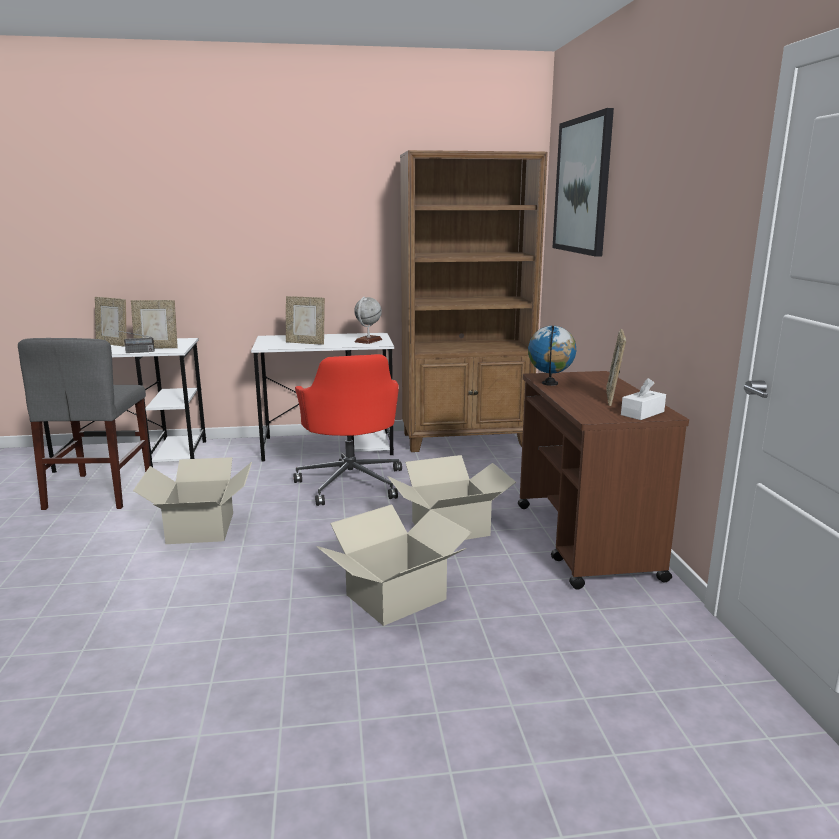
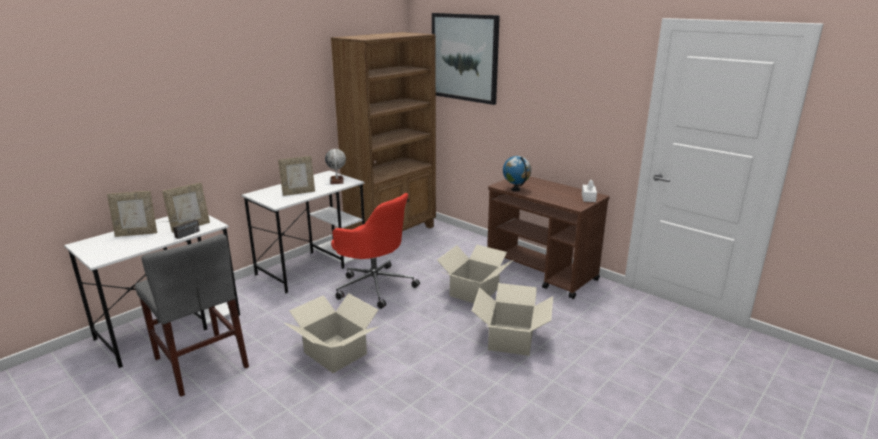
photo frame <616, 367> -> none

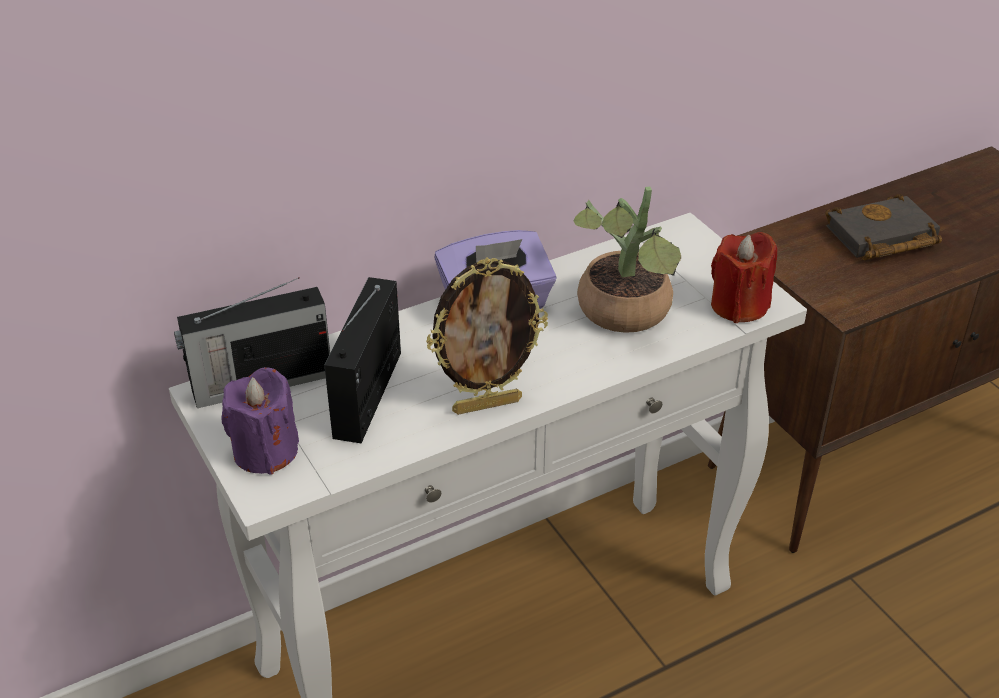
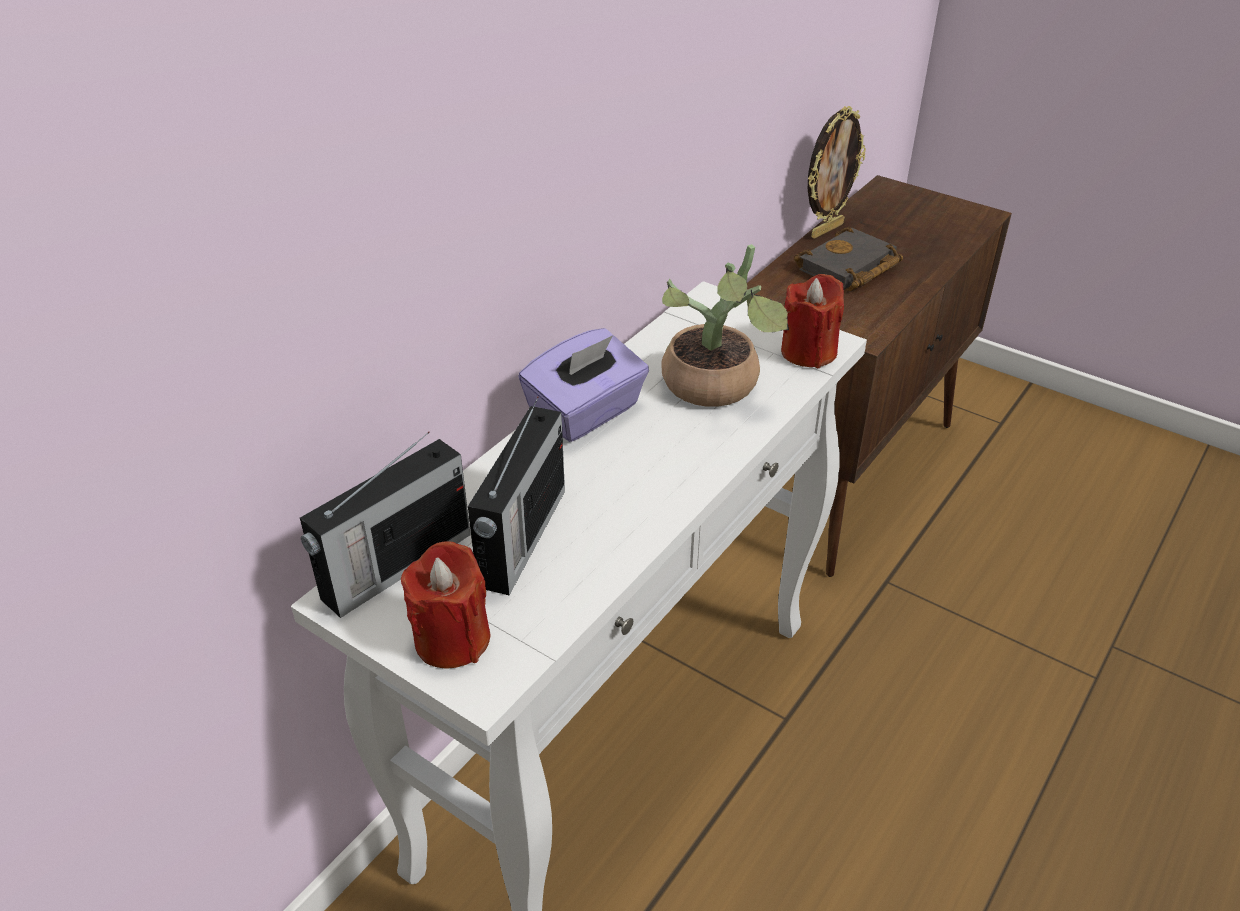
purple wax candle <260, 421> -> reddish wax candle <446, 605>
radio <362, 360> -> radio <516, 496>, 150 degrees counterclockwise
photo frame <487, 336> -> photo frame <837, 172>, move

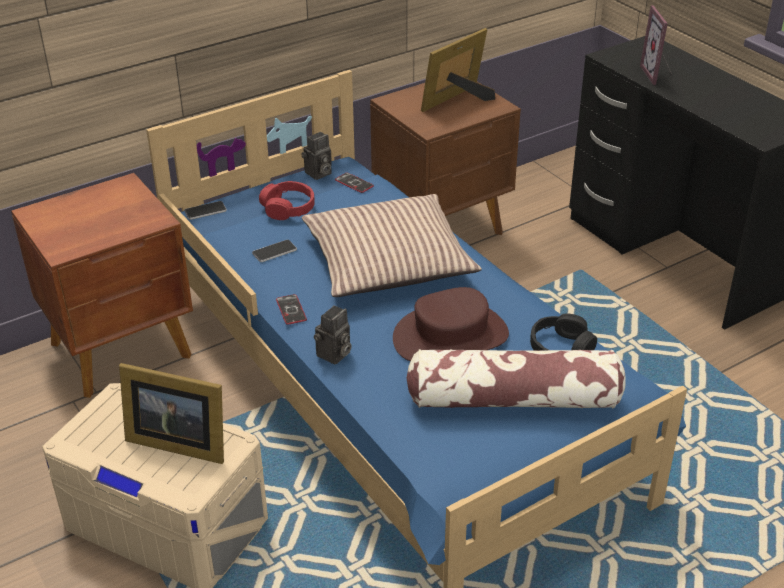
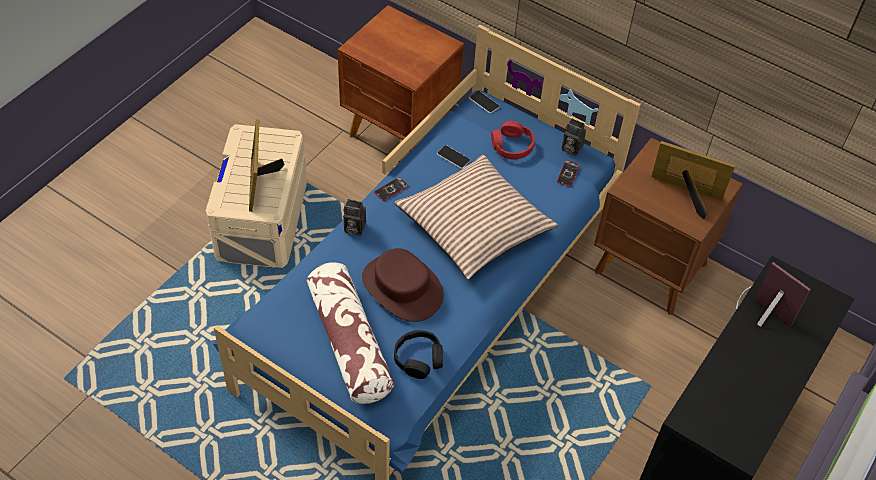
photo frame <656, 45> -> photo frame <783, 294>, 75 degrees clockwise

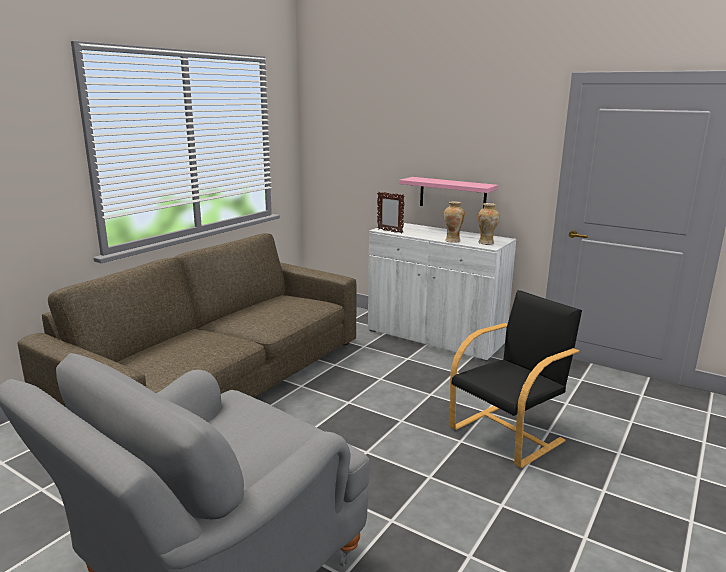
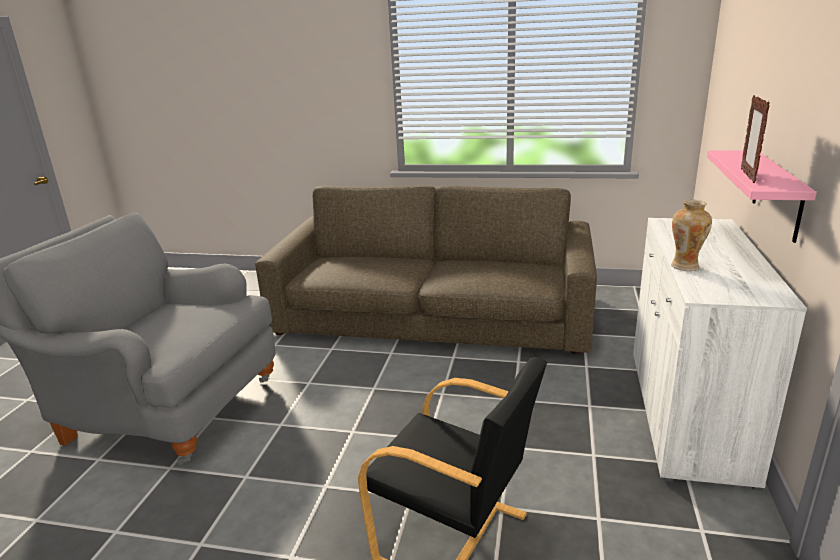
photo frame <391, 213> -> photo frame <755, 139>, move
decorative vase <489, 224> -> none

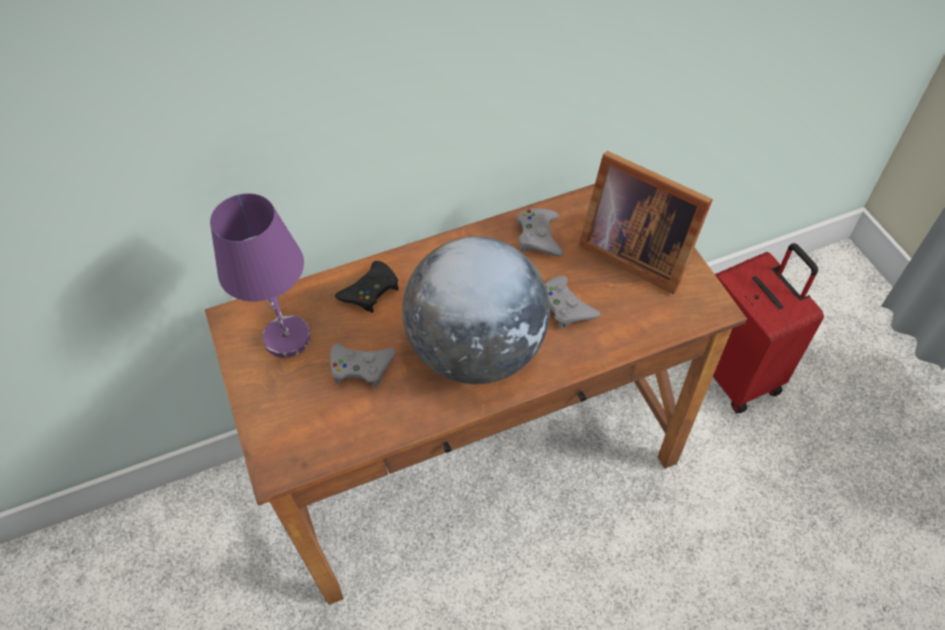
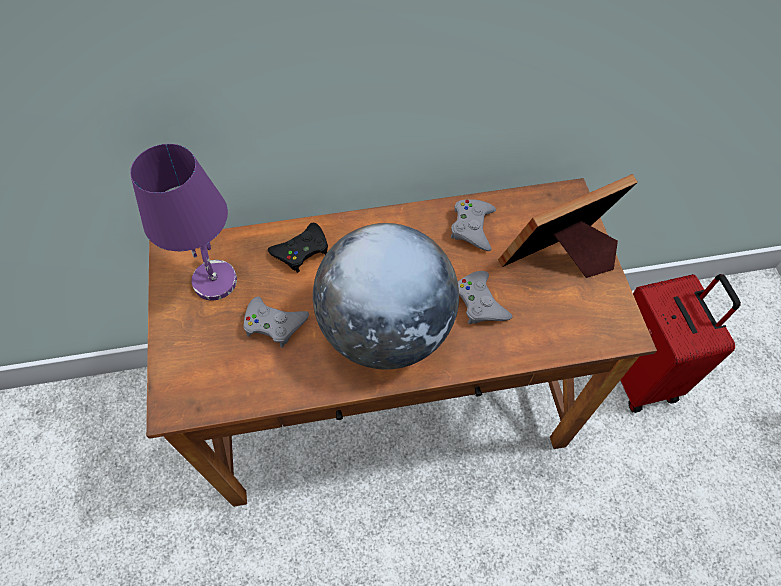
photo frame <645, 222> -> photo frame <568, 226>, 105 degrees clockwise

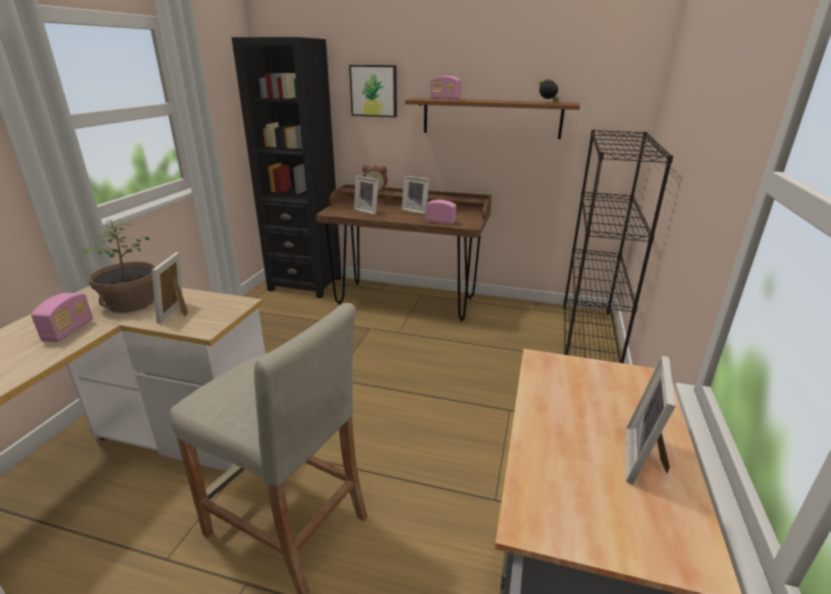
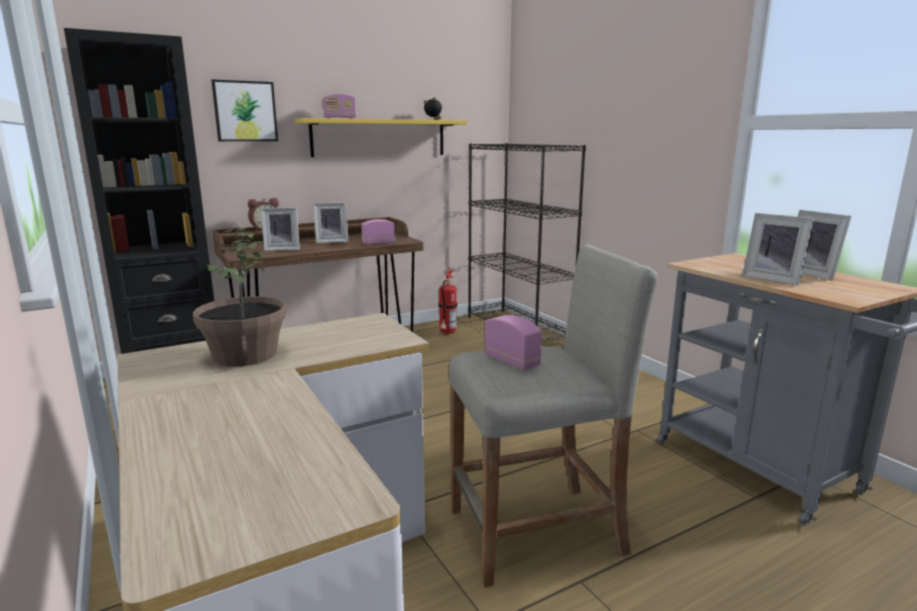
brown bracket shelf <492, 118> -> yellow-coloured bracket shelf <380, 137>
none -> fire-fighting cylinder <448, 301>
radio <62, 317> -> radio <513, 342>, move
photo frame <170, 288> -> photo frame <778, 249>, move

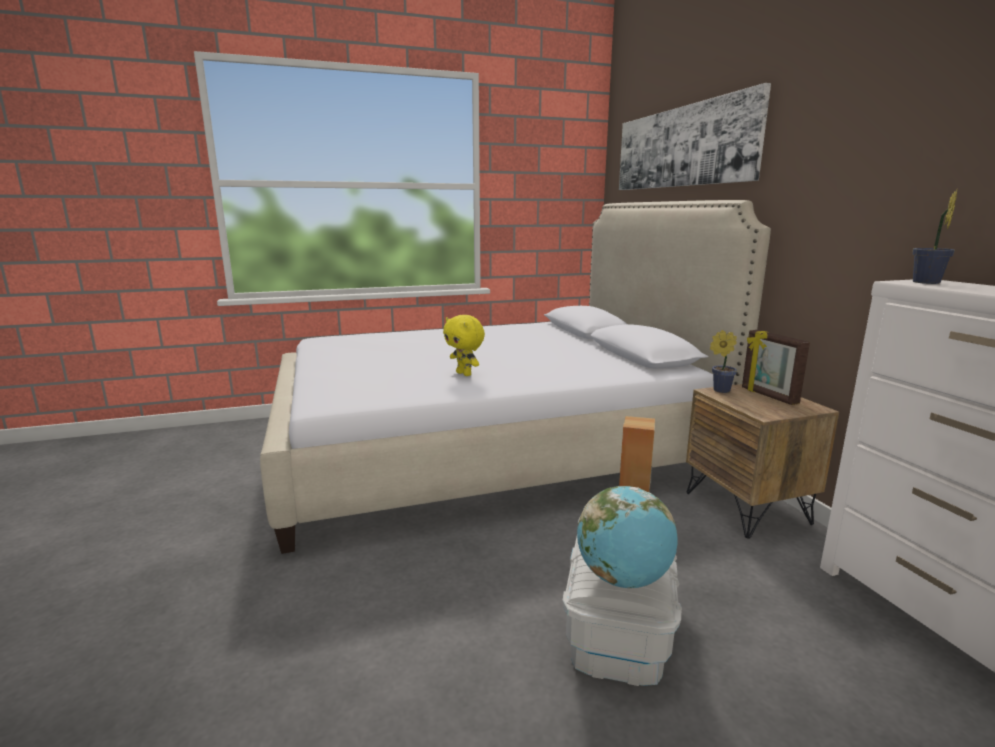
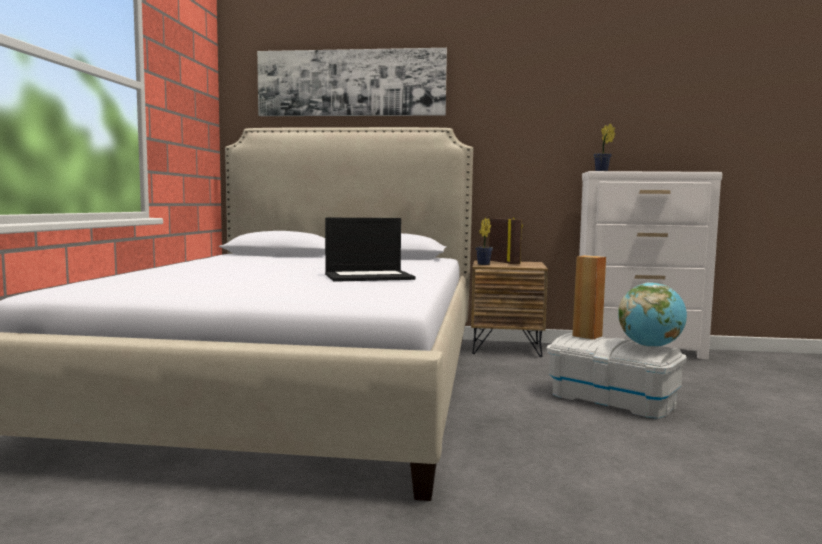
yellow-coloured plush toy <464, 345> -> laptop <370, 250>
photo frame <776, 367> -> photo frame <506, 240>, 120 degrees counterclockwise

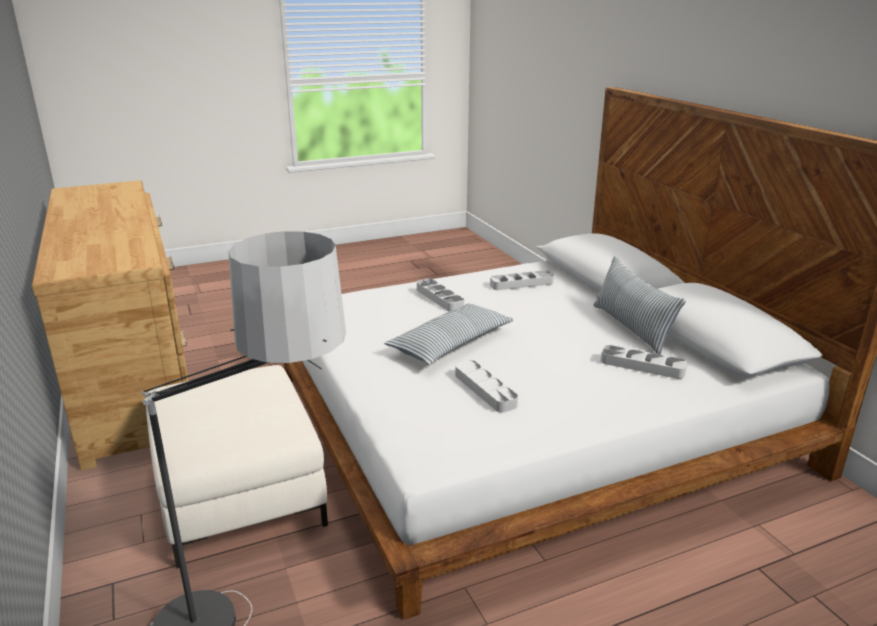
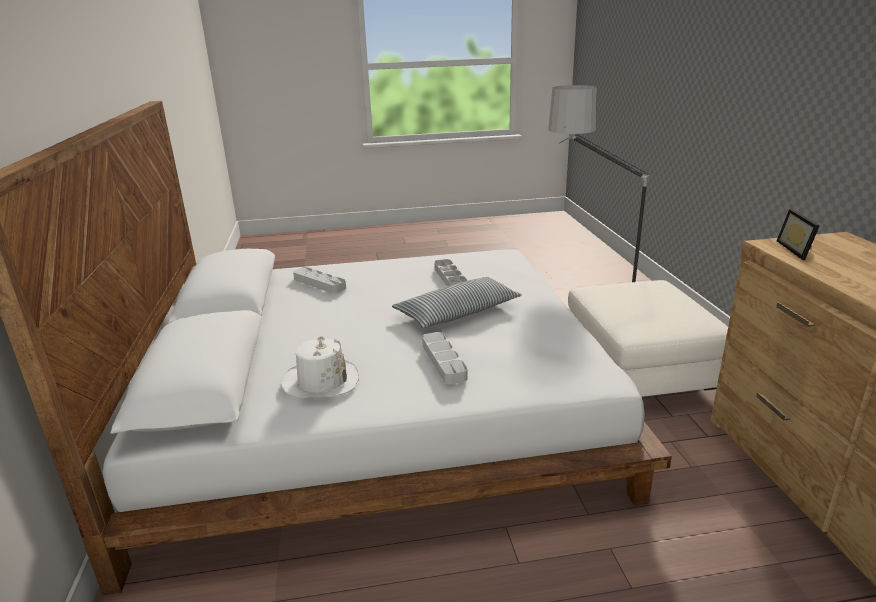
gray serving tray <522, 280> -> white-coloured hat <320, 367>
none -> photo frame <798, 234>
throw pillow <639, 305> -> none

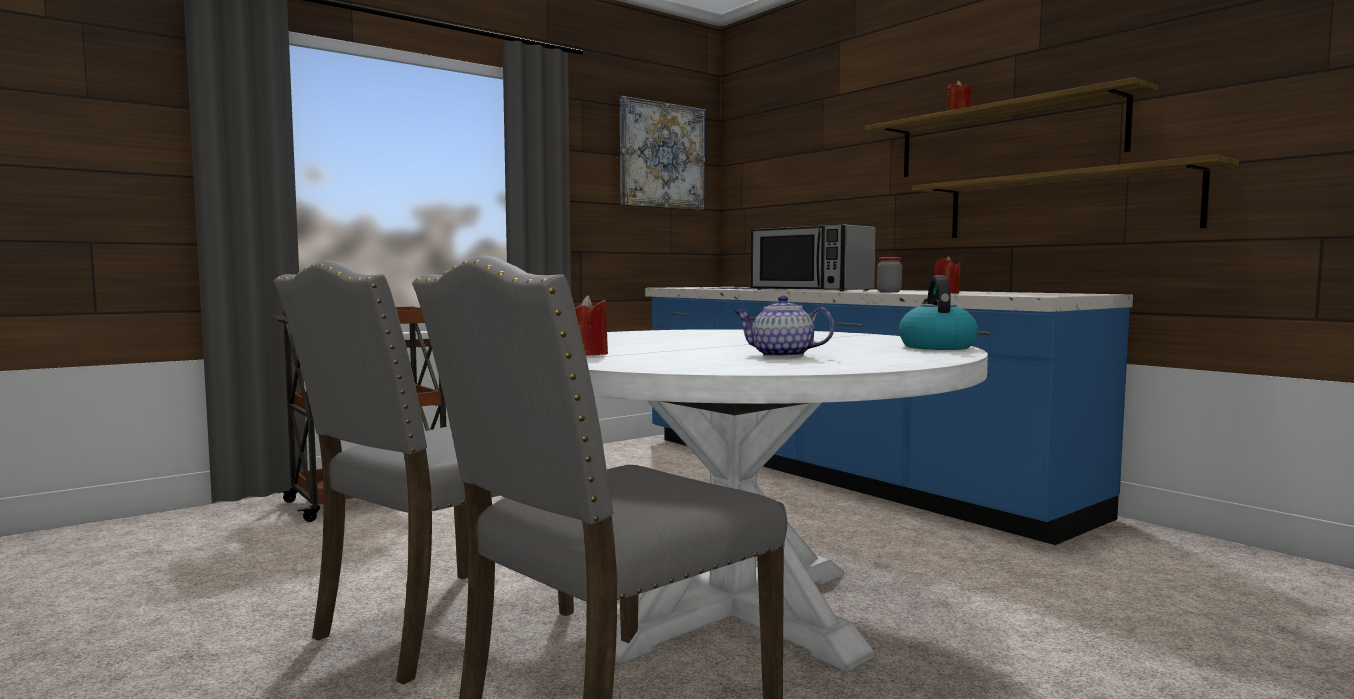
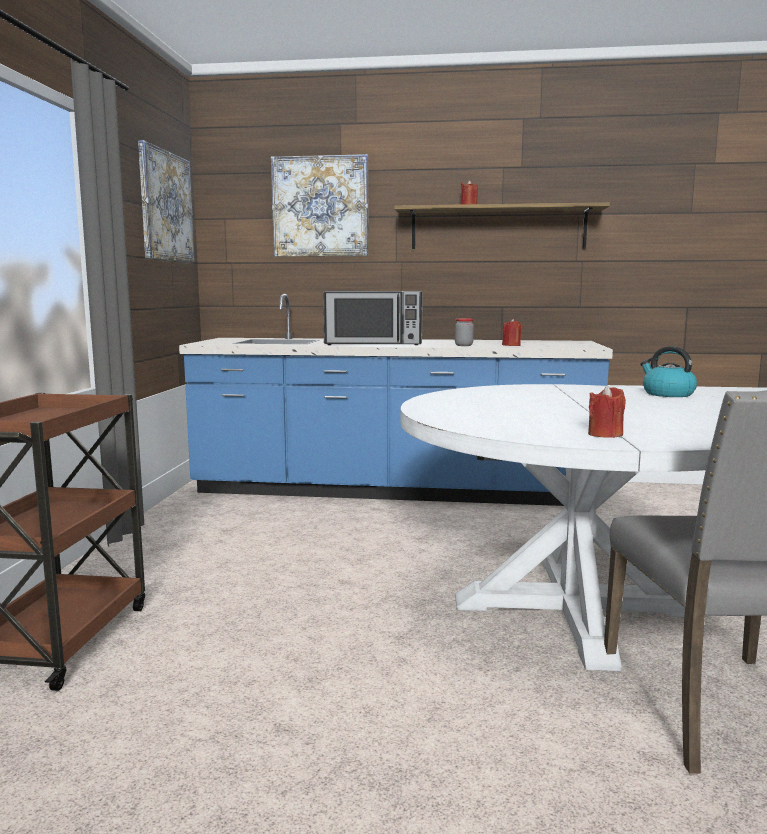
none -> picture <320, 205>
gray upright chair <424, 472> -> none
tea pot <784, 327> -> none
bracket shelf <1075, 196> -> none

